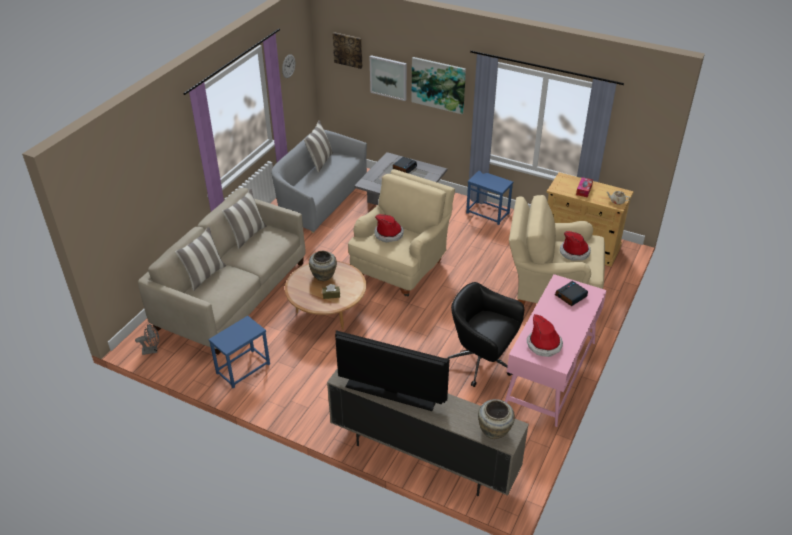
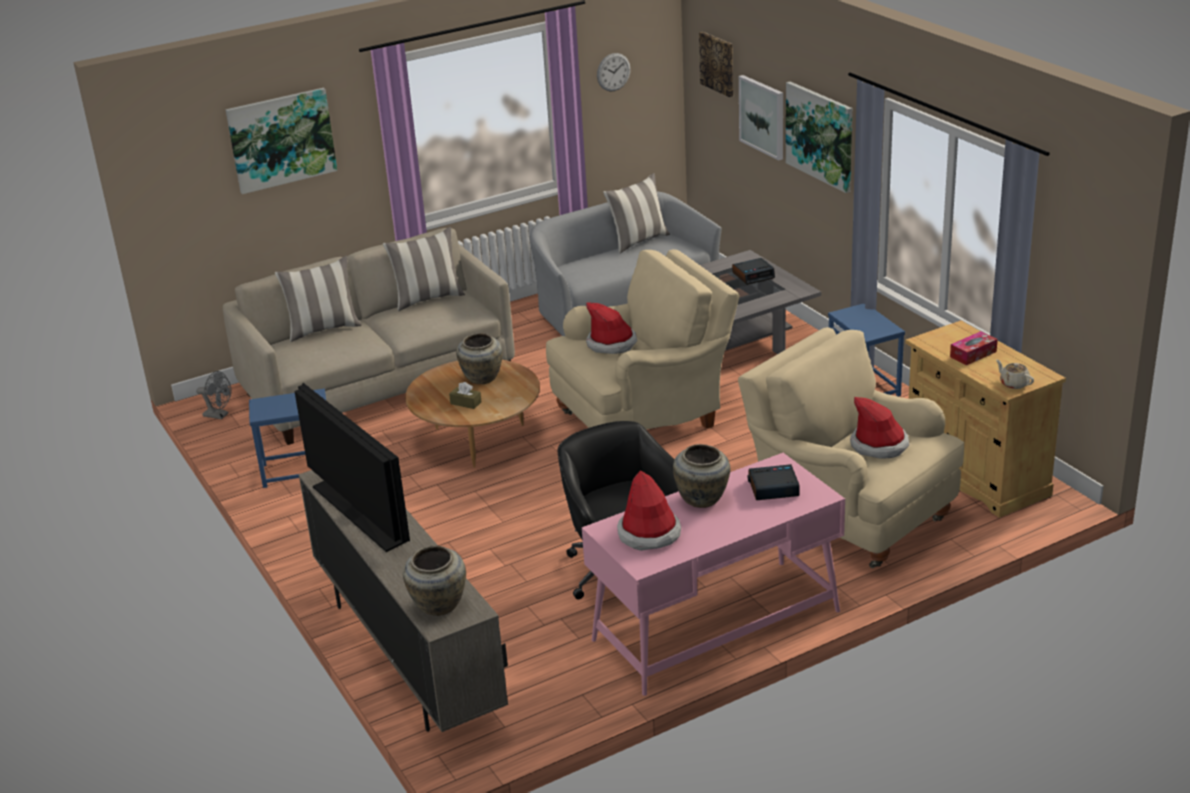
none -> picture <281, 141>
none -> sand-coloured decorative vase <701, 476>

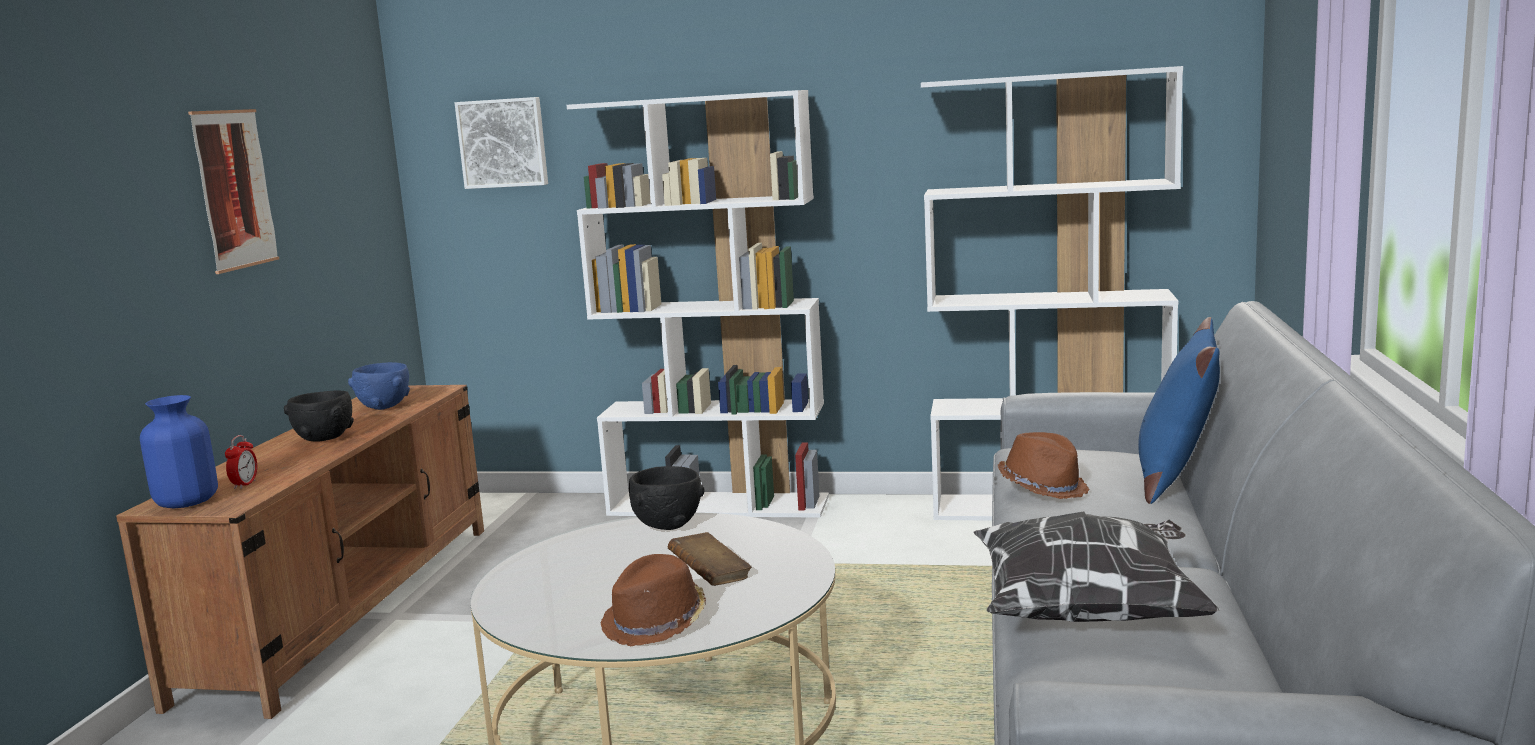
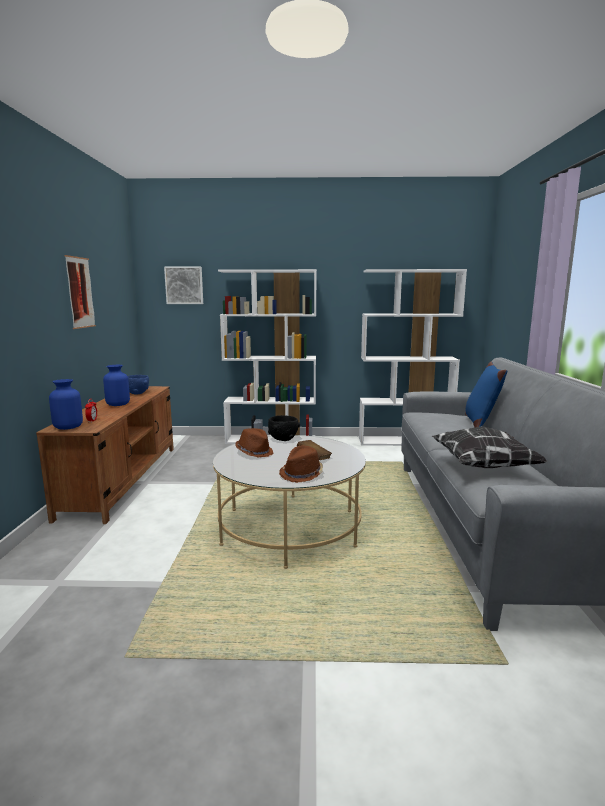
black-coloured serving bowl <319, 415> -> blue decorative vase <116, 385>
brown hat <1043, 465> -> brown hat <254, 442>, move

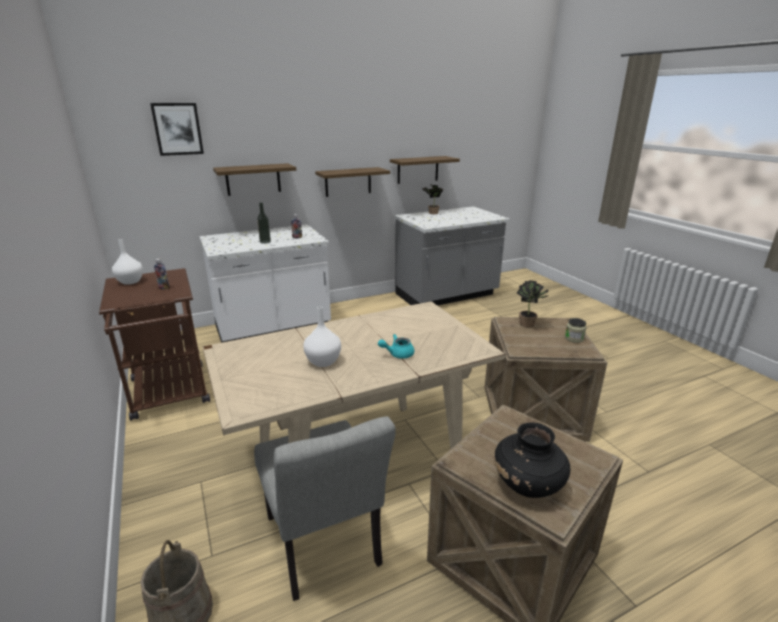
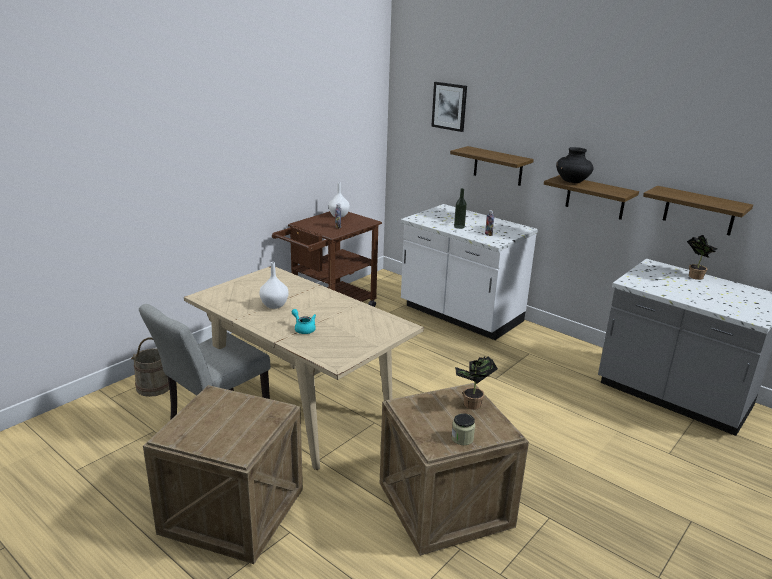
black-coloured decorative vase <532, 460> -> black-coloured decorative vase <574, 165>, move

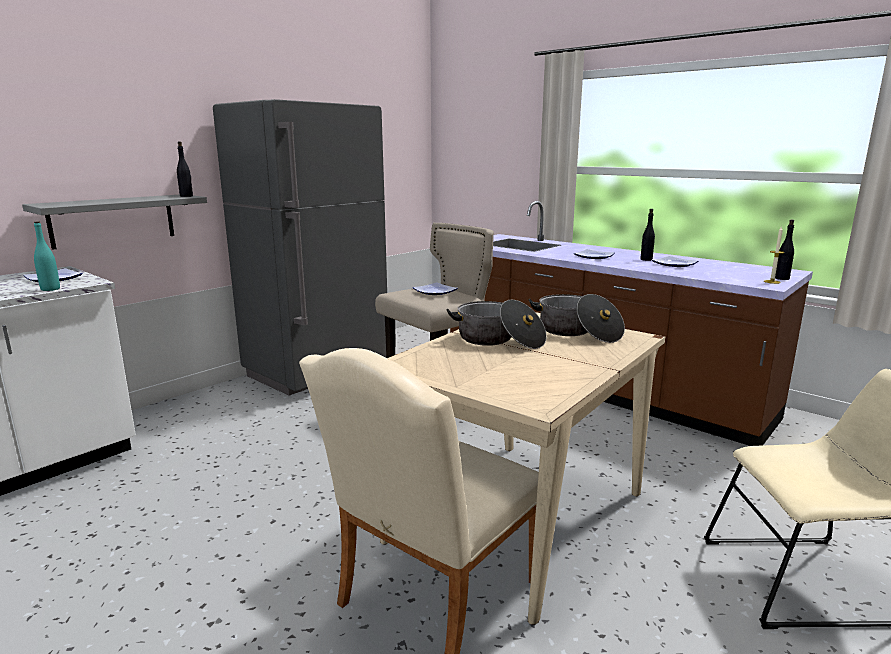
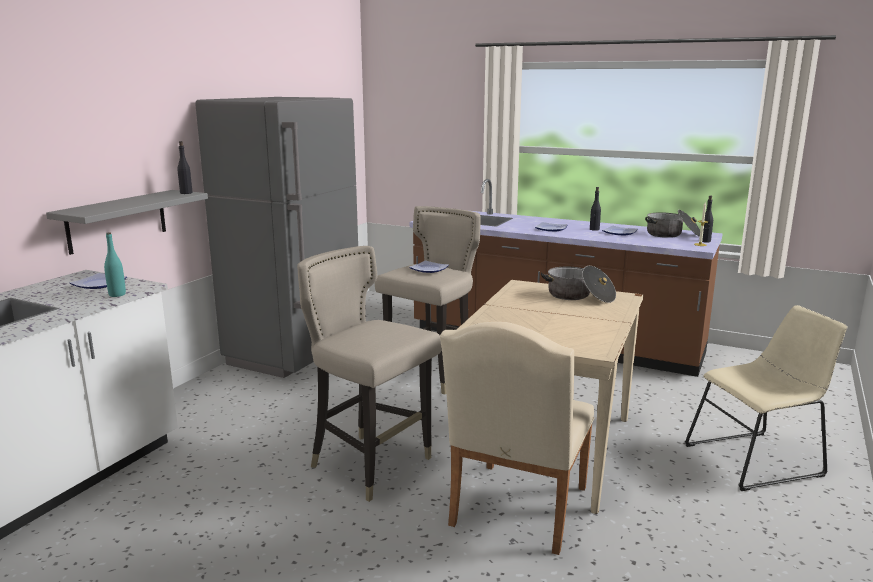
none -> sand-coloured sitting stool <369, 374>
saucepot <497, 324> -> saucepot <672, 224>, move

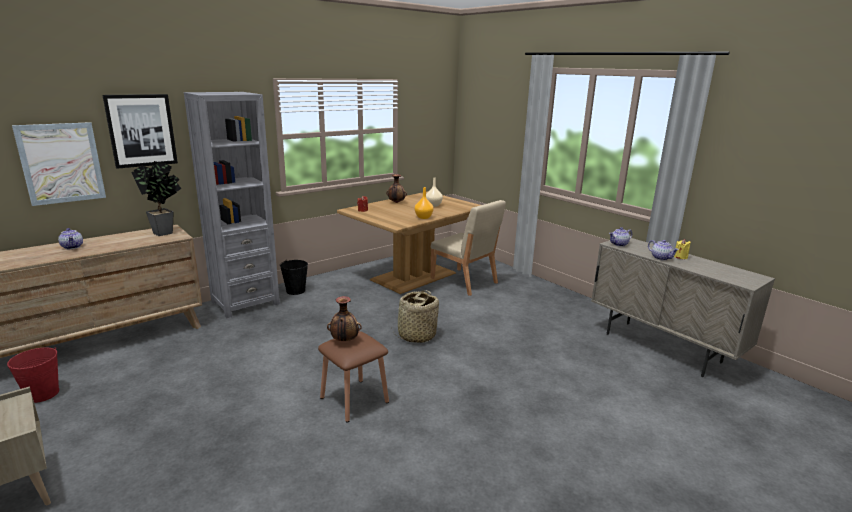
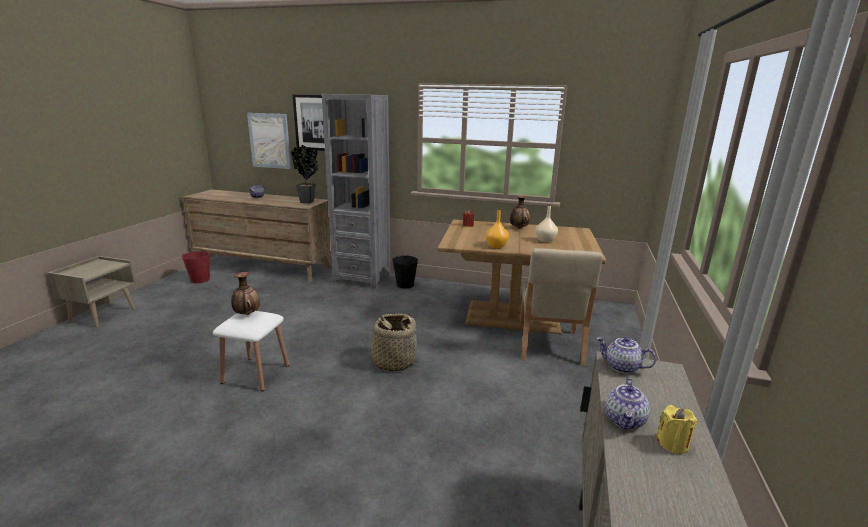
brown sitting stool <353, 376> -> white-coloured sitting stool <251, 351>

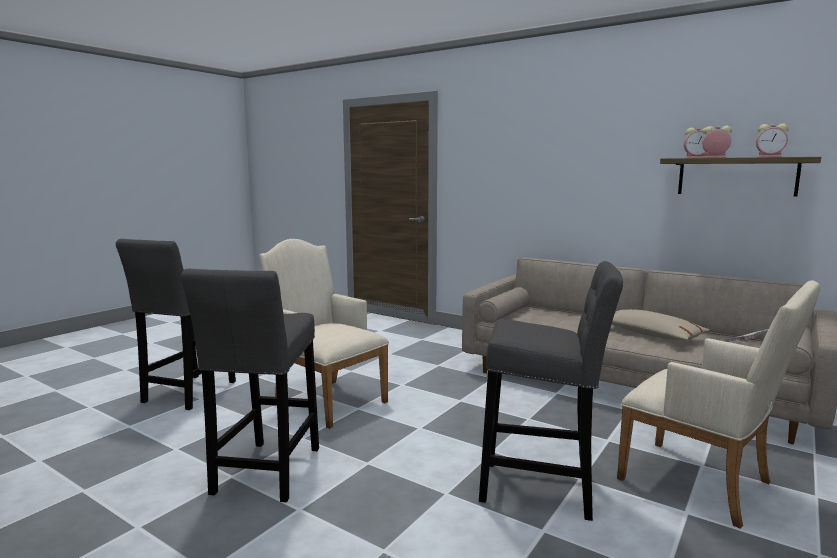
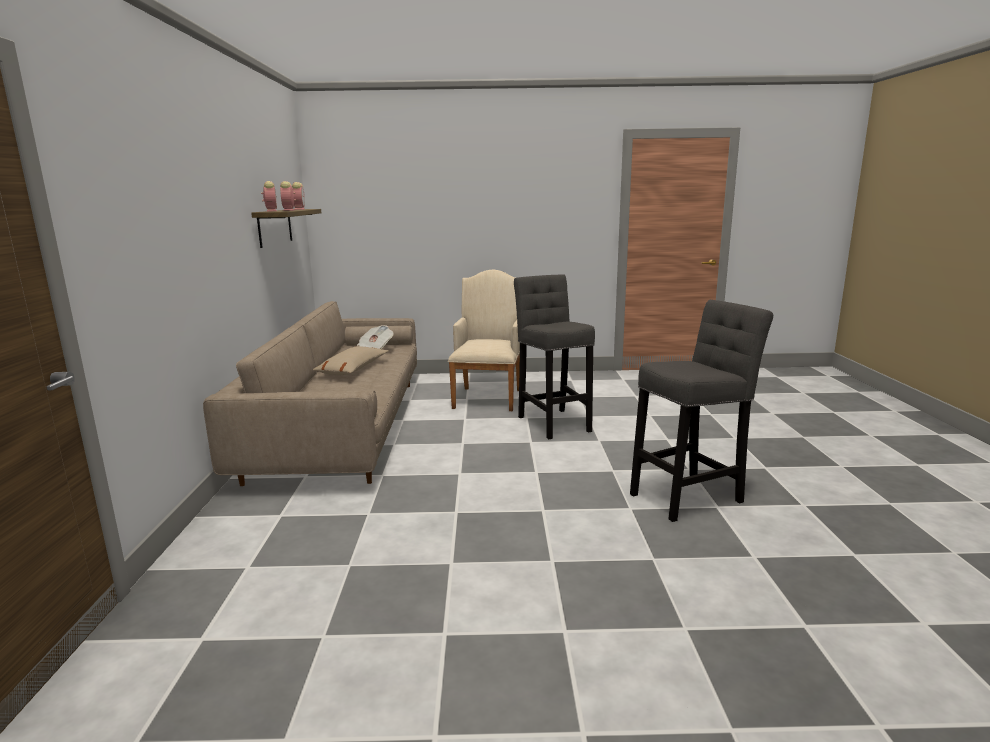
gray sitting stool <176, 324> -> none
sand-coloured armchair <324, 334> -> none

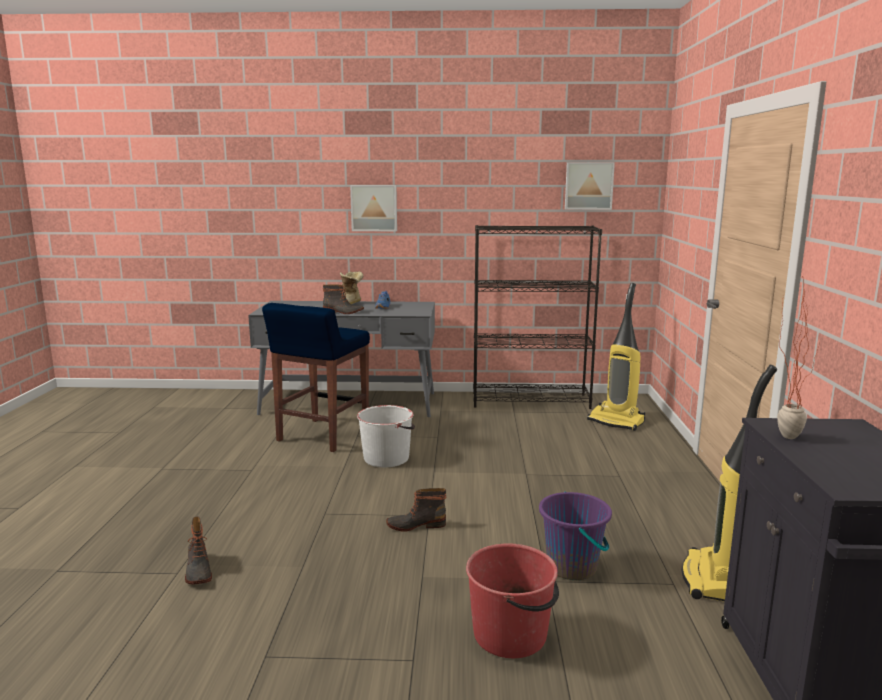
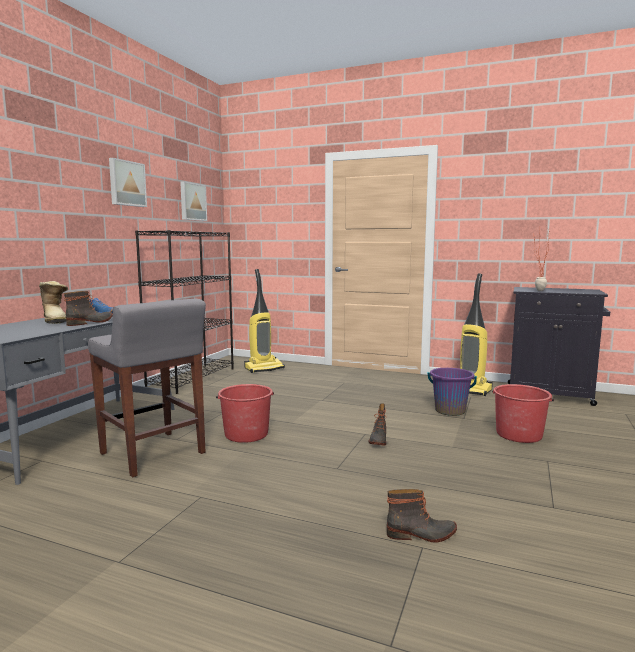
blue sitting stool <316, 377> -> gray sitting stool <147, 388>
picture <373, 208> -> picture <128, 182>, move
white-coloured water bucket <386, 436> -> reddish water bucket <245, 413>

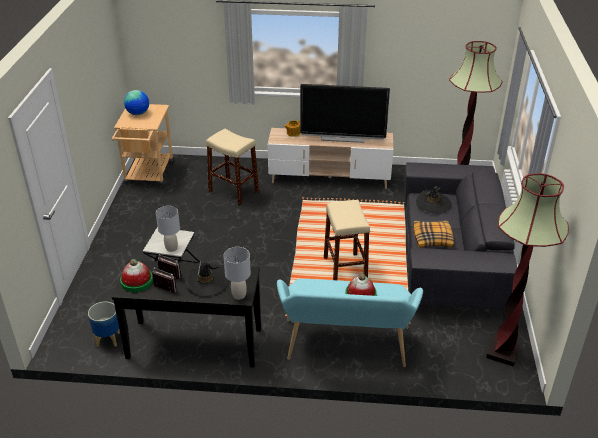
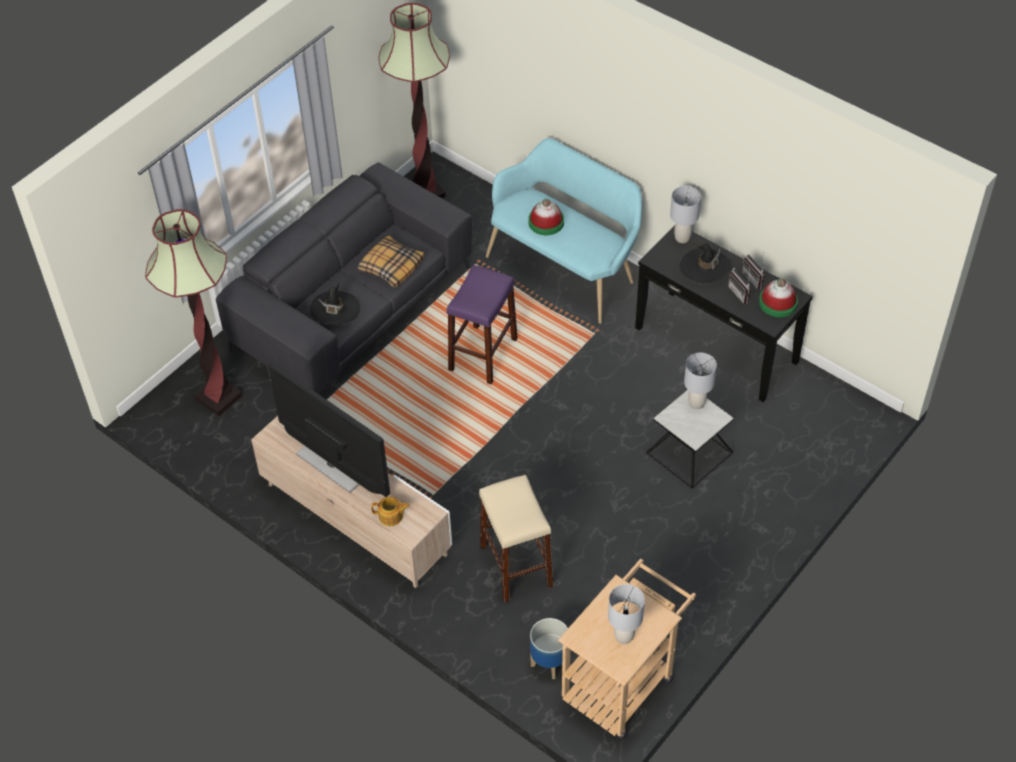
sand-coloured sitting stool <347, 240> -> purple sitting stool <482, 324>
plant pot <104, 324> -> plant pot <549, 648>, move
world globe <136, 102> -> gray lamp for a table <626, 614>

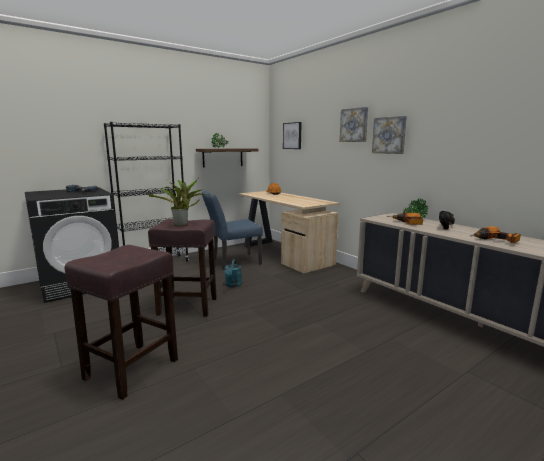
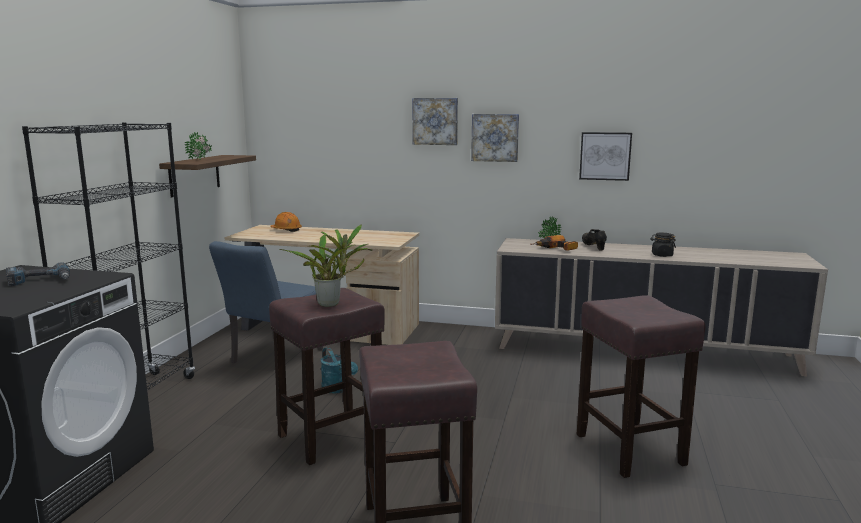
none -> brown sitting stool <641, 386>
picture <292, 135> -> picture <605, 156>, move
power drill <495, 234> -> black-coloured preserve jar <663, 245>

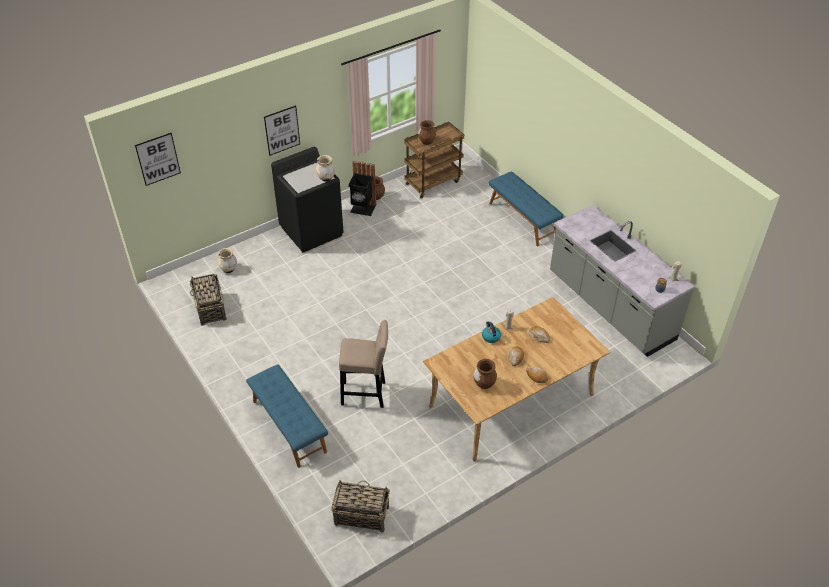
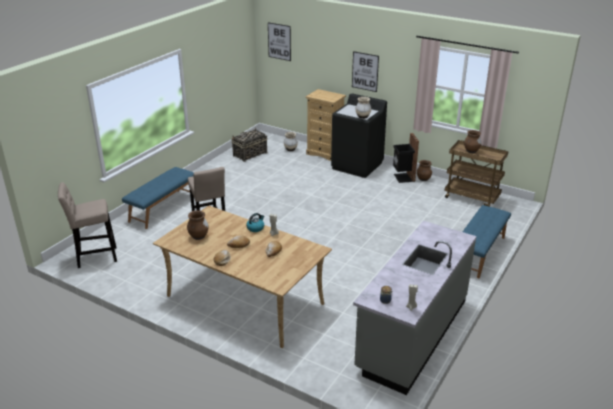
storage basket <360, 506> -> sand-coloured sitting stool <87, 225>
none -> sand-coloured chest of drawers <326, 125>

